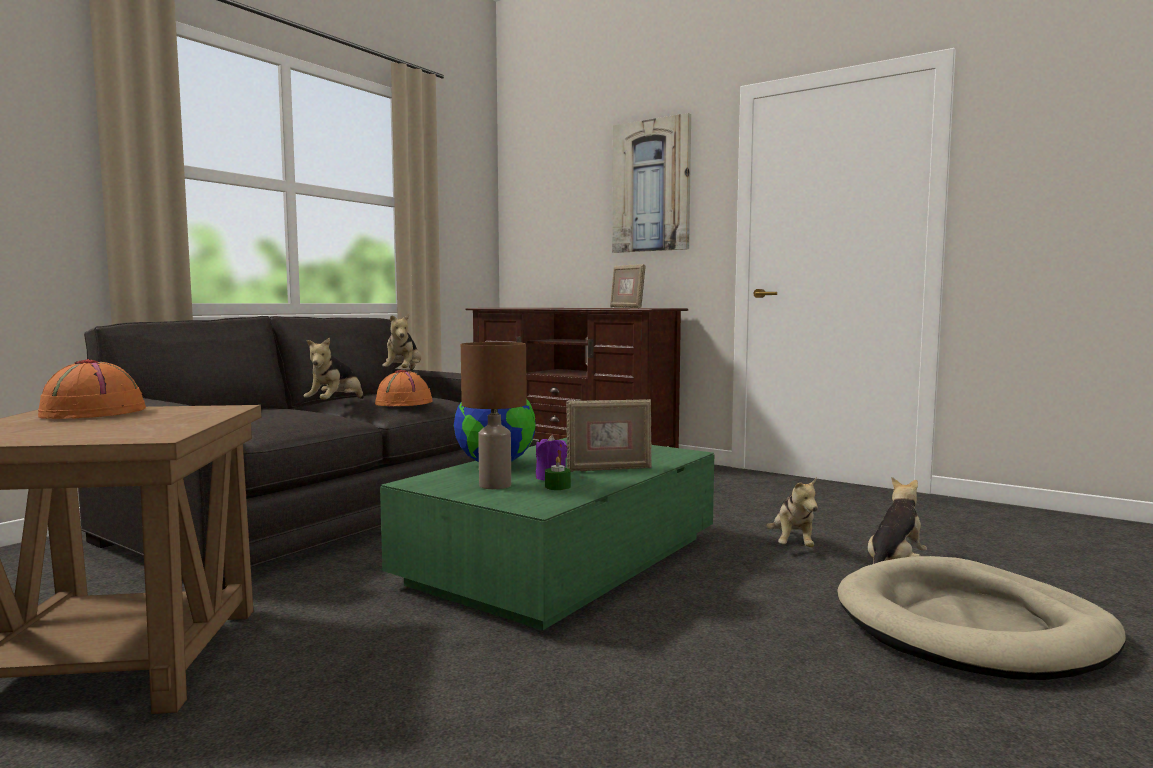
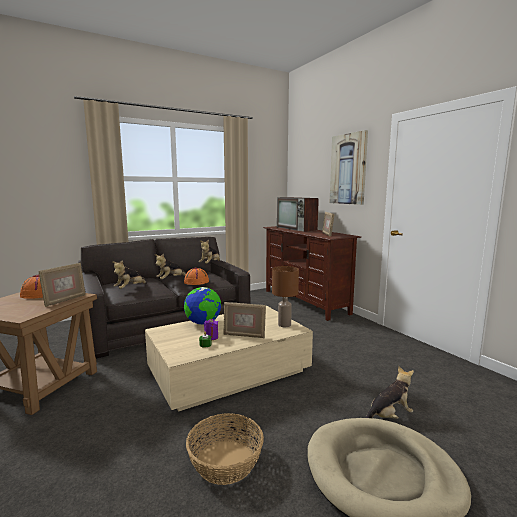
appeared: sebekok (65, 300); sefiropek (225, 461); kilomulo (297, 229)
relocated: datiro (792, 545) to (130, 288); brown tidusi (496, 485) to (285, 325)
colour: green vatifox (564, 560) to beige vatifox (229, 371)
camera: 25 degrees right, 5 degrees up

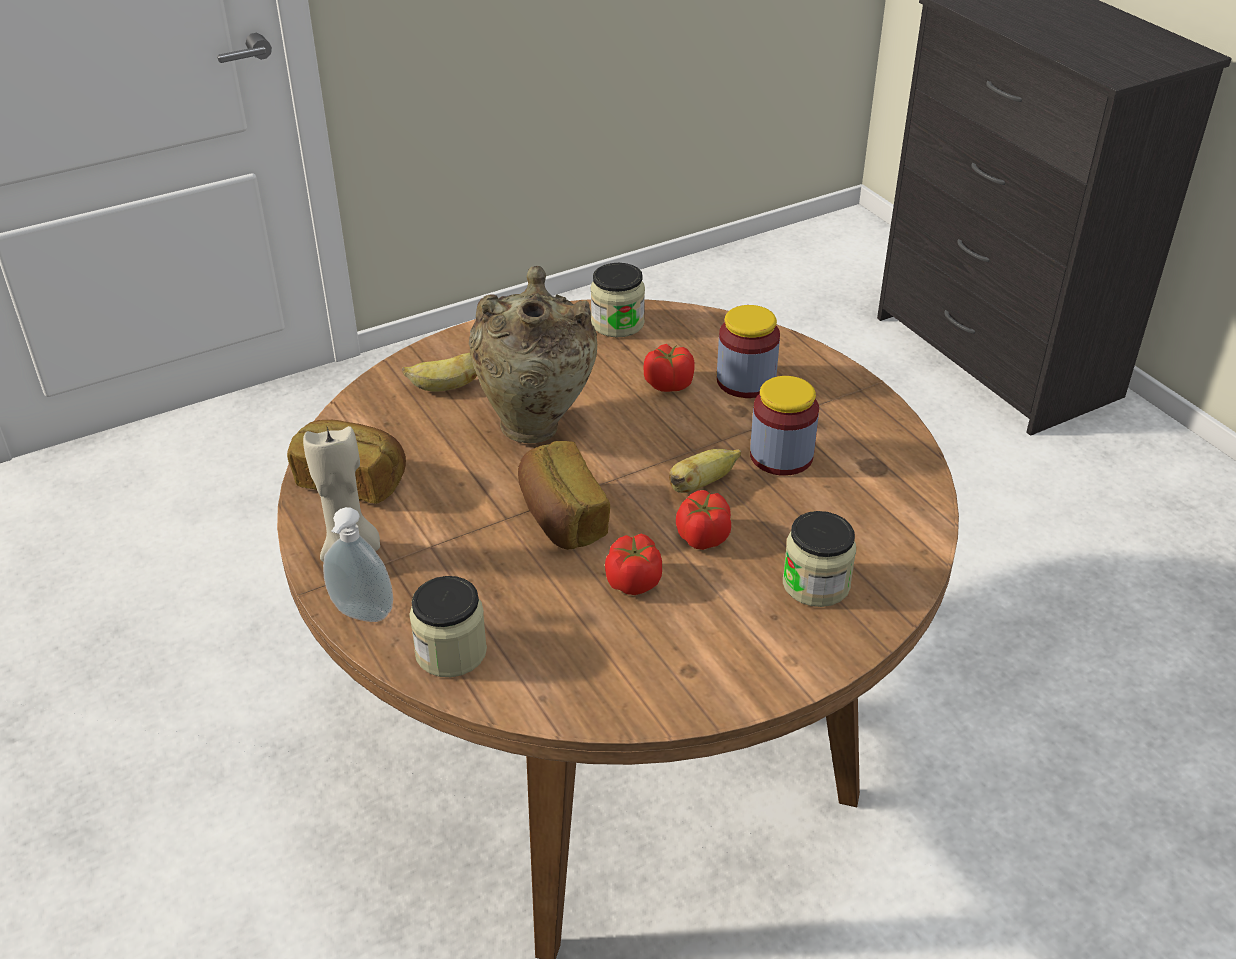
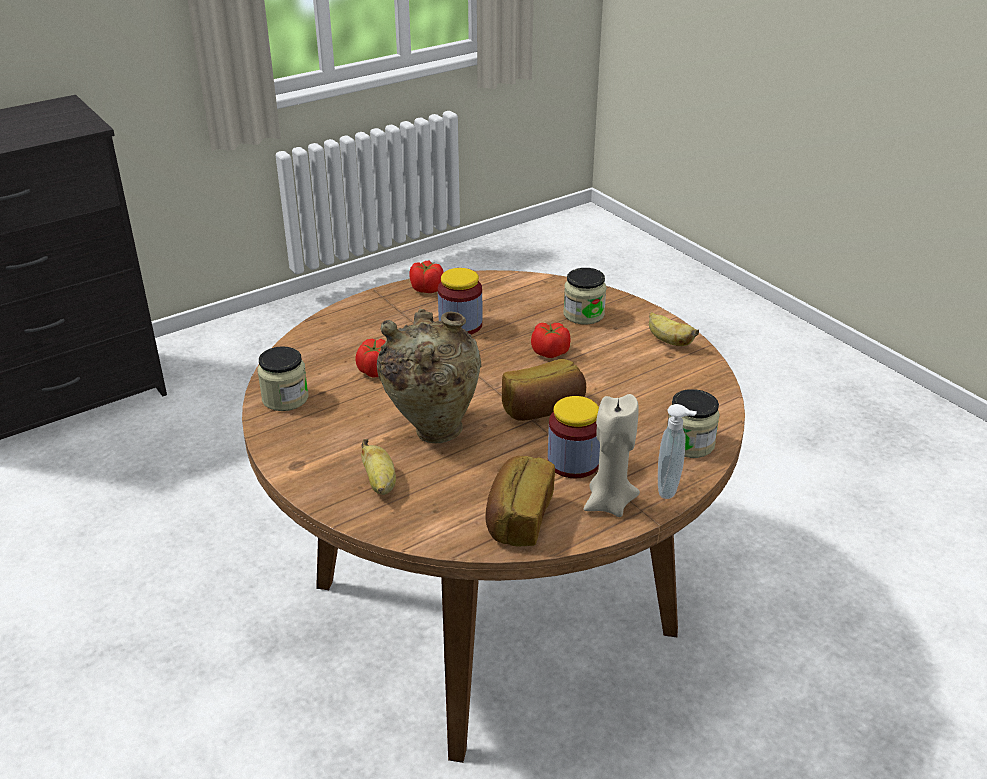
relocated: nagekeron (634, 581) to (427, 289); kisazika (746, 381) to (573, 462); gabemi (701, 484) to (668, 341)
camera: 95 degrees left, 5 degrees down

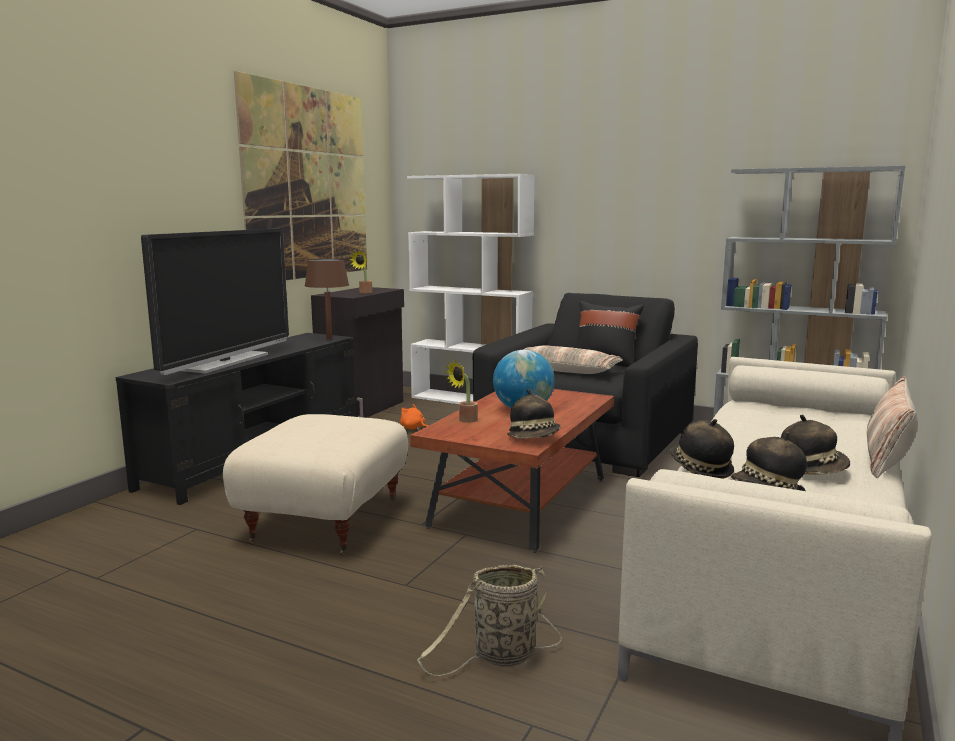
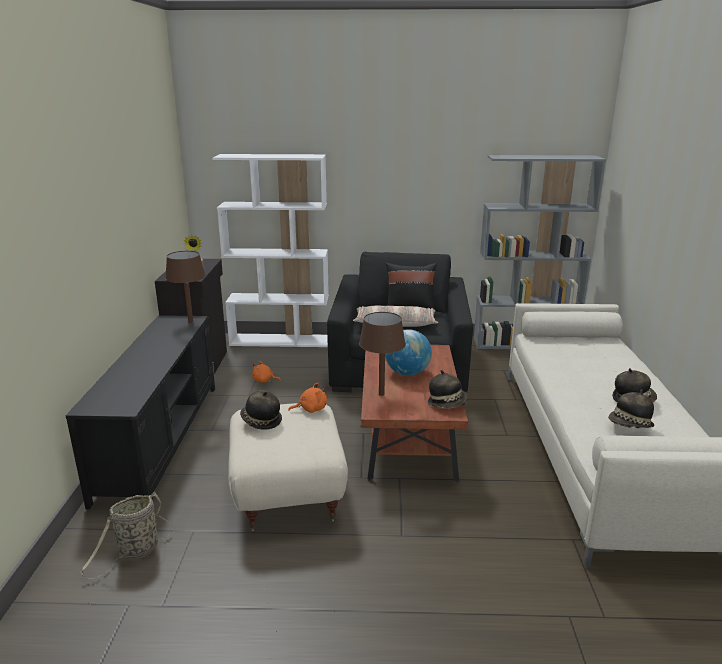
missing: kilomulo (225, 362); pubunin (308, 184); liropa (887, 455)
appeared: orange datiro (311, 409)
relocated: sefiropek (500, 657) to (136, 552); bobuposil (699, 469) to (260, 421)
exchanged: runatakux (465, 420) to brown tidusi (381, 394)
camera: 25 degrees left, 10 degrees up

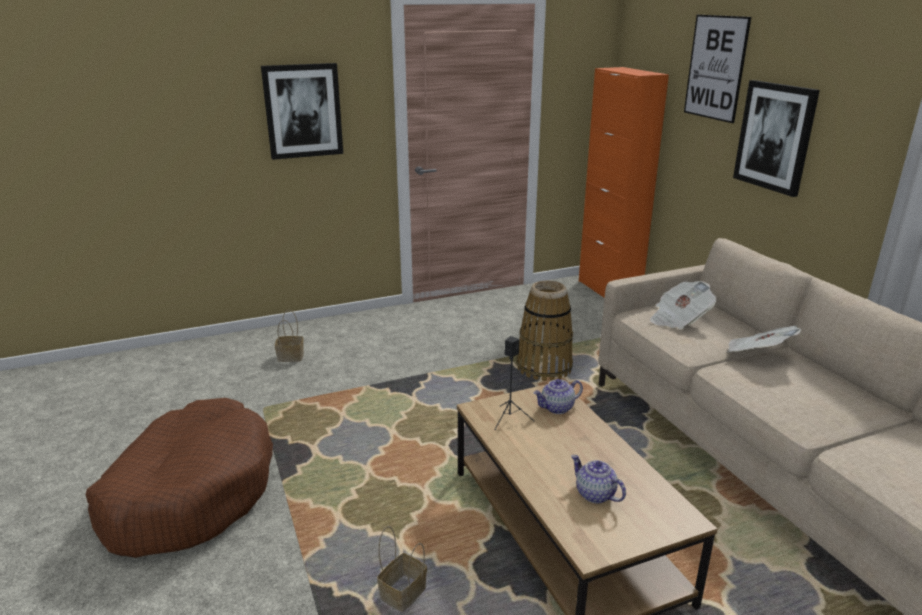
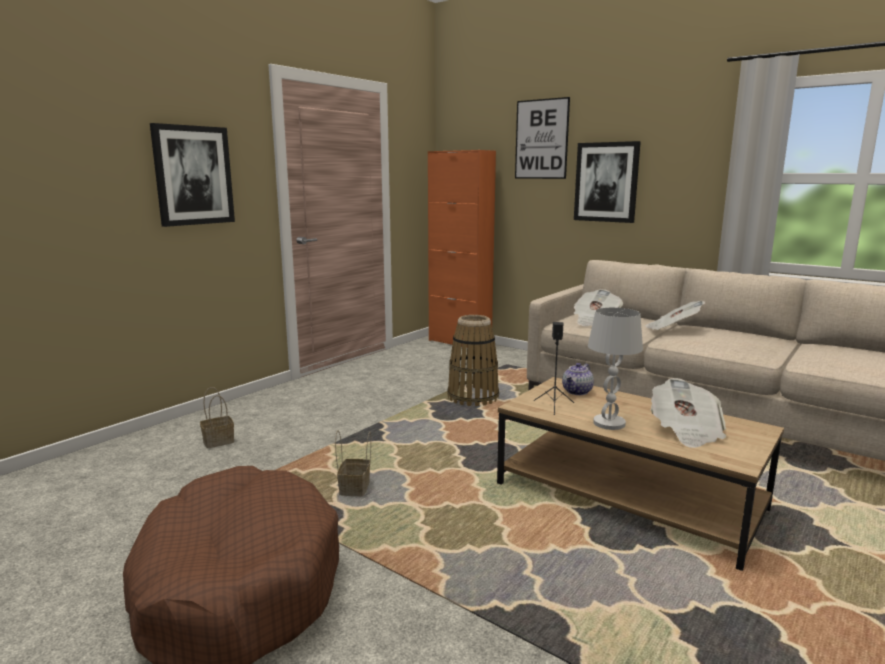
appeared: white tidusi (609, 423)
relocated: sefiropek (403, 595) to (355, 490)
exchanged: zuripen (594, 494) to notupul (686, 431)
camera: 30 degrees left, 10 degrees down

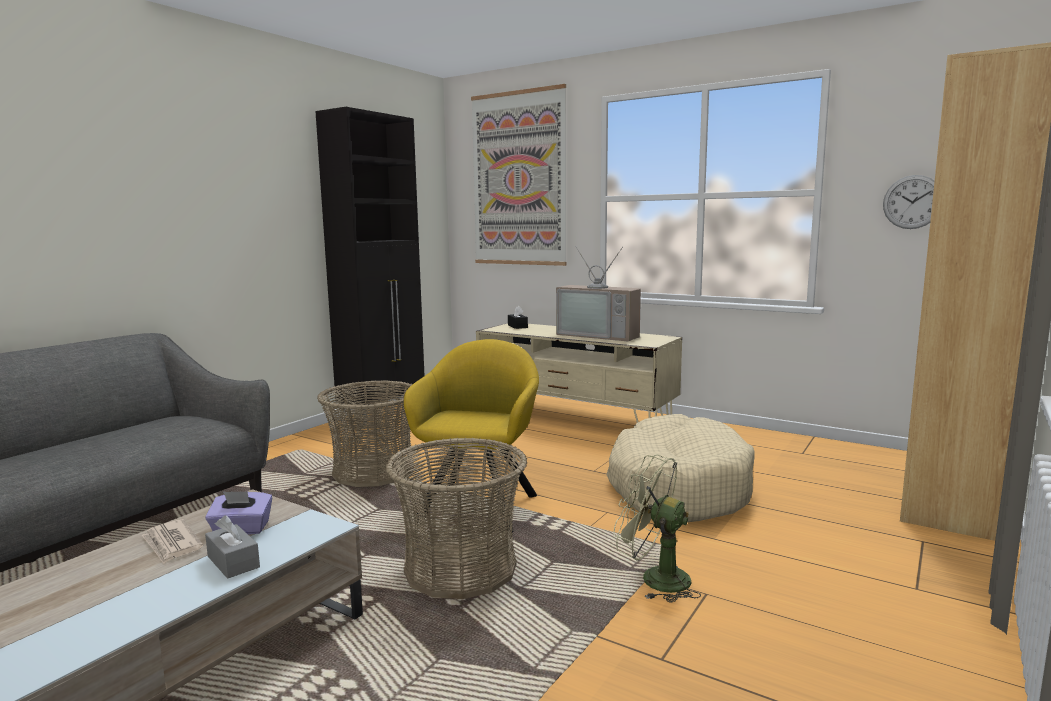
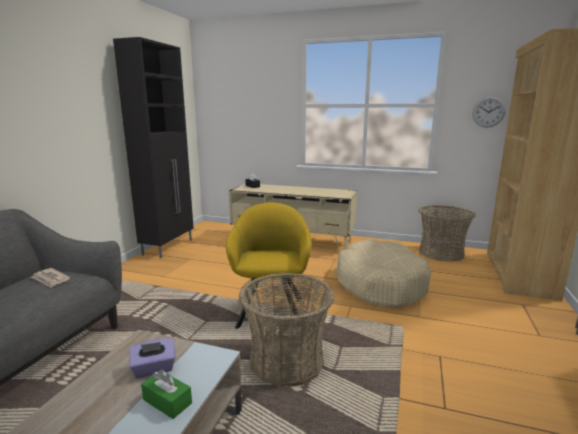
missing: pubunin (518, 179); kilomulo (600, 335); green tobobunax (654, 578)
relocated: notupul (172, 544) to (50, 279); sefiropek (373, 472) to (441, 253)
colour: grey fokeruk (233, 562) to green fokeruk (167, 401)
camera: 15 degrees left, 5 degrees up

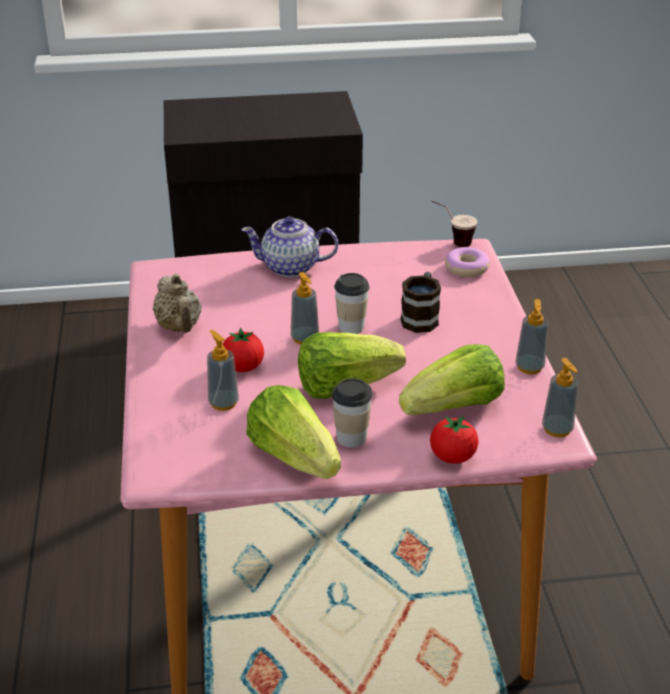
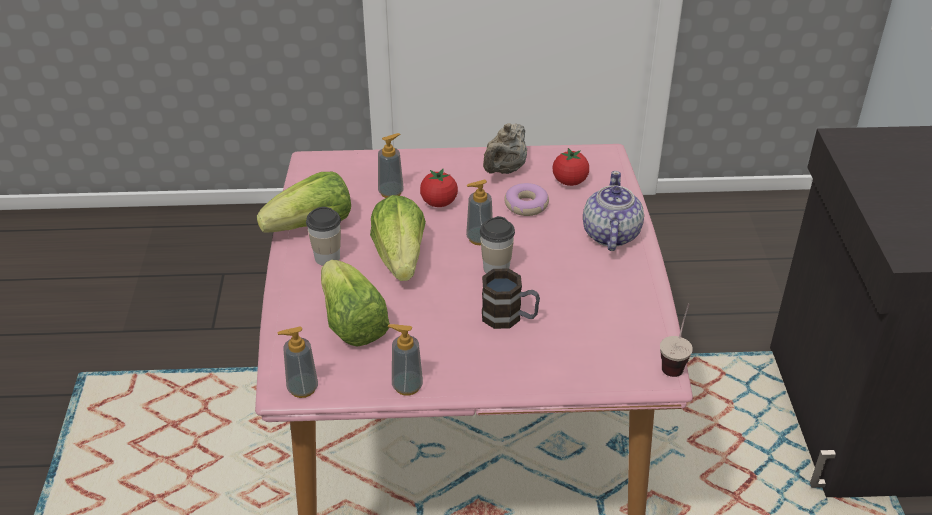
relocated: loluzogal (466, 268) to (526, 205); nagekeron (452, 457) to (569, 181)
spun: beige zuripen (179, 328) = (504, 170) 45 degrees counterclockwise
camera: 95 degrees right, 5 degrees up

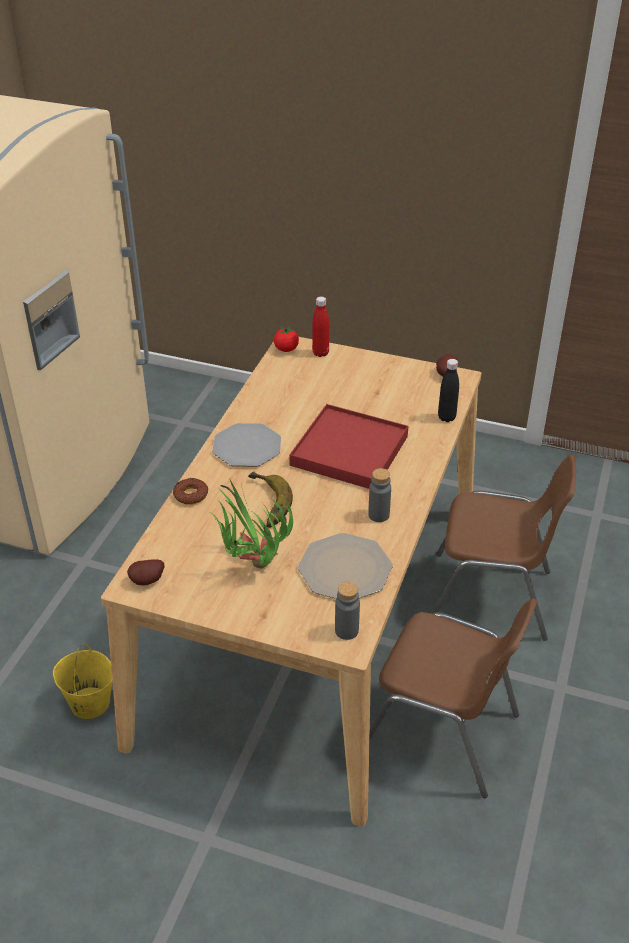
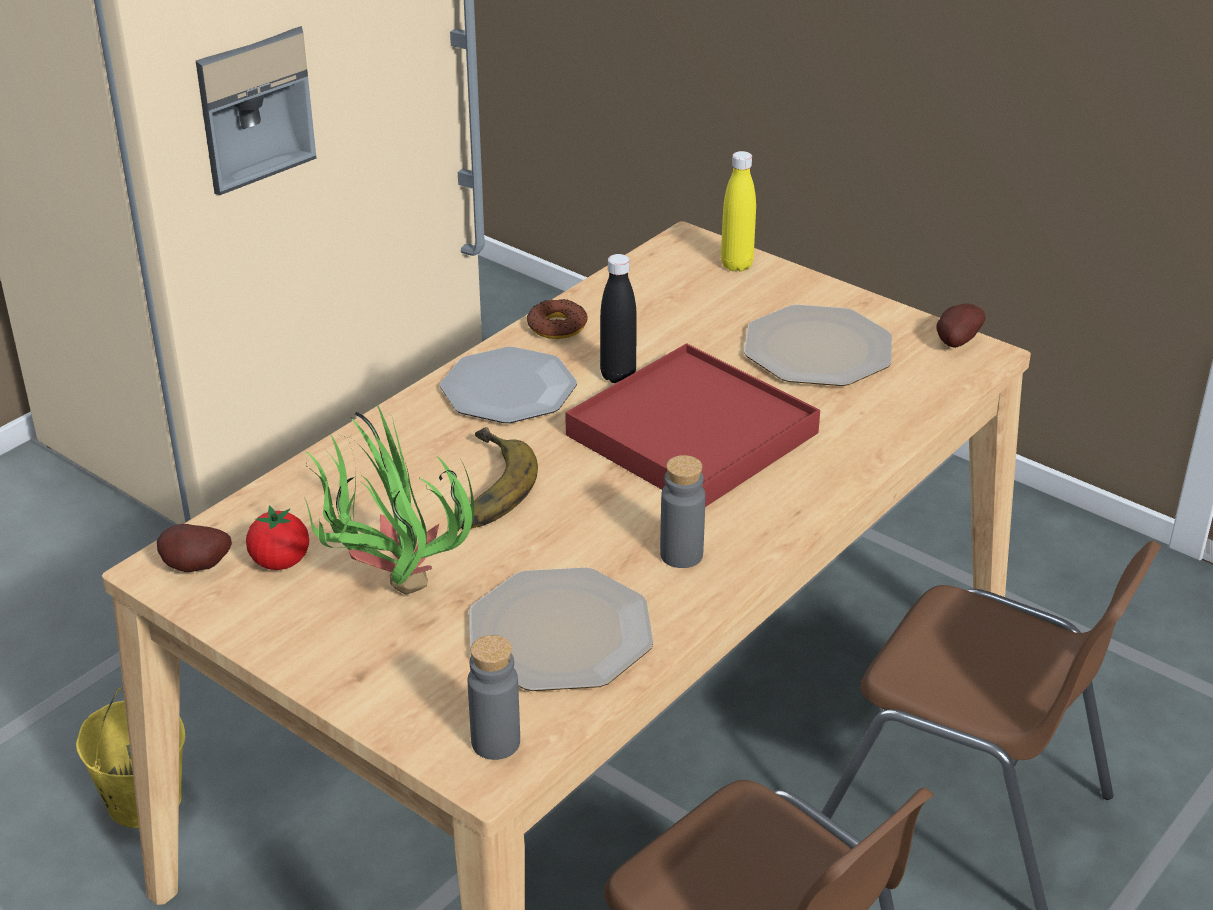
appeared: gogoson (819, 350)
relocated: nagekeron (286, 349) to (280, 562); loluzogal (190, 495) to (557, 326); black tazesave (446, 417) to (618, 375)
colour: red tazesave (320, 353) to yellow tazesave (736, 265)
camera: 20 degrees right, 5 degrees down

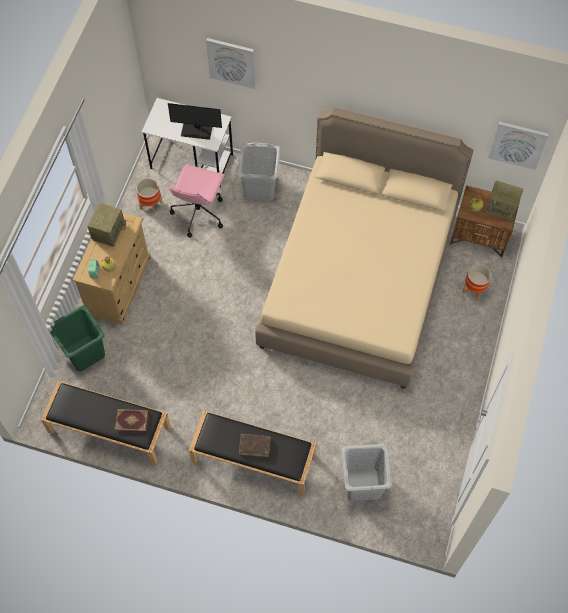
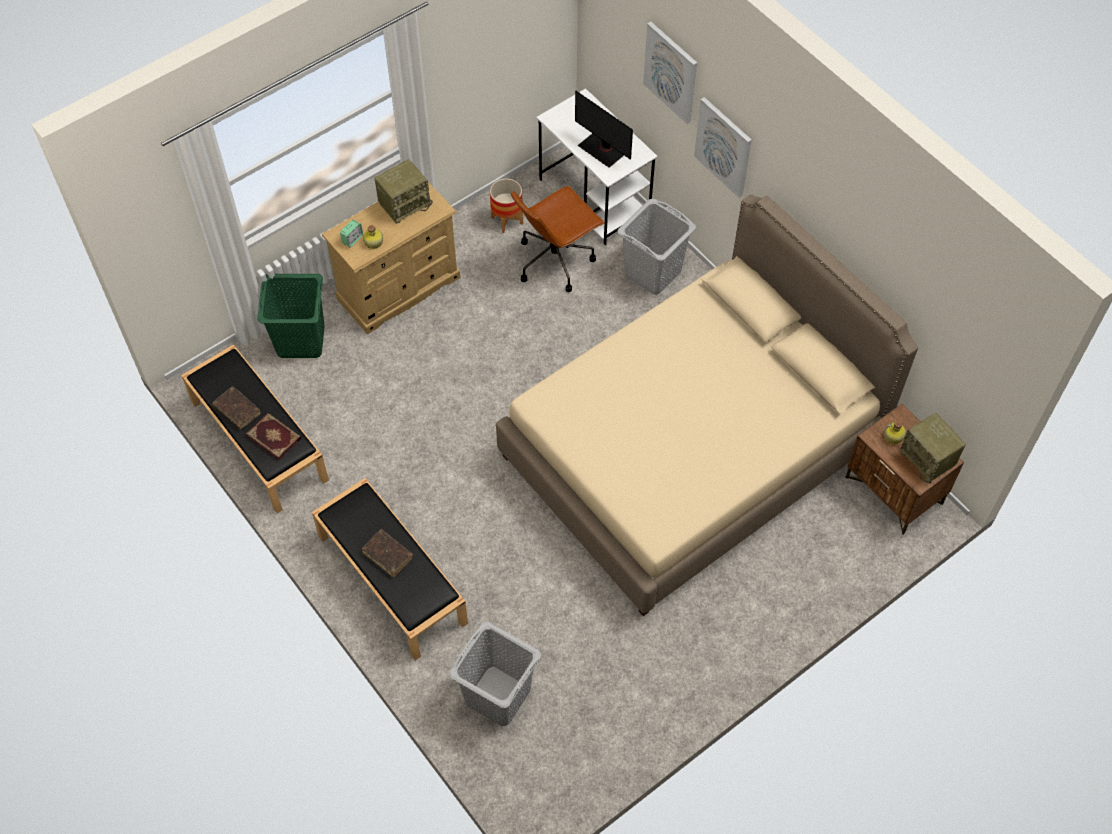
missing: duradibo (474, 290)
appeared: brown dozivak (237, 411)
relocated: pubunin (518, 144) to (723, 147)
colour: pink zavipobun (198, 213) to brown zavipobun (555, 260)
camera: 35 degrees right, 5 degrees down

